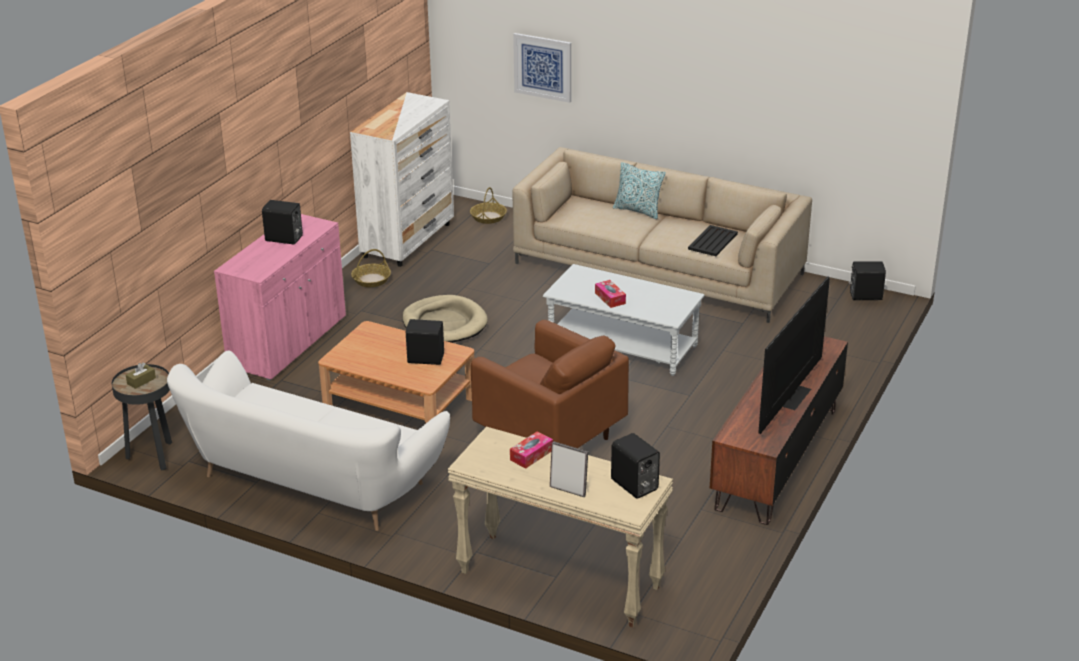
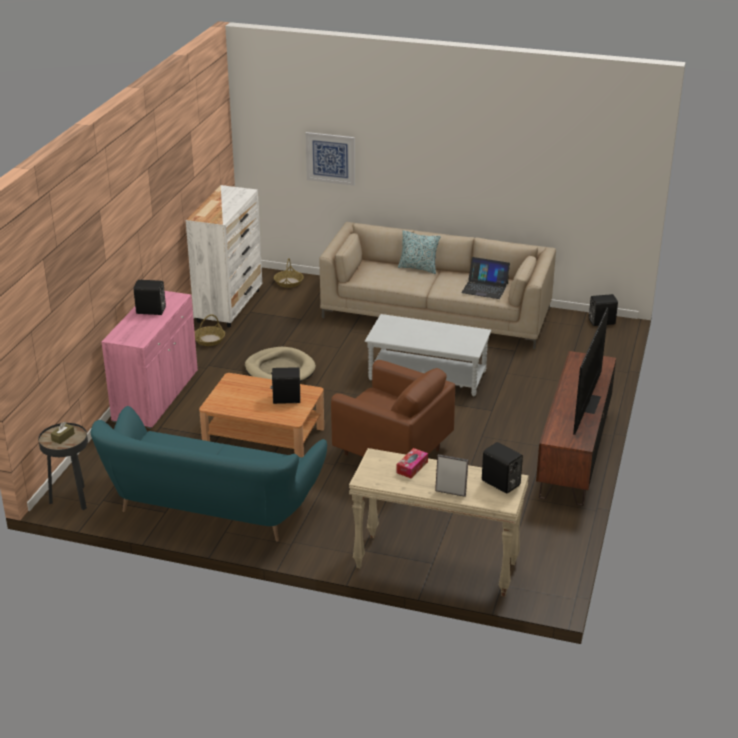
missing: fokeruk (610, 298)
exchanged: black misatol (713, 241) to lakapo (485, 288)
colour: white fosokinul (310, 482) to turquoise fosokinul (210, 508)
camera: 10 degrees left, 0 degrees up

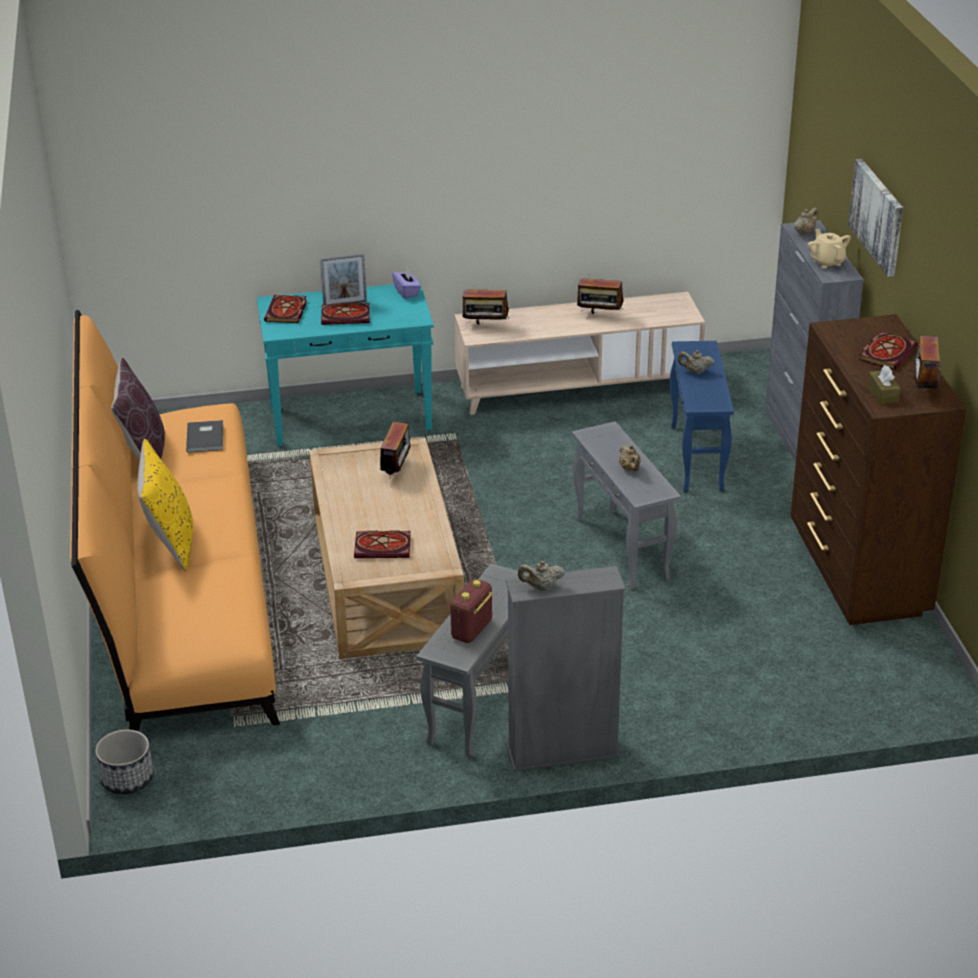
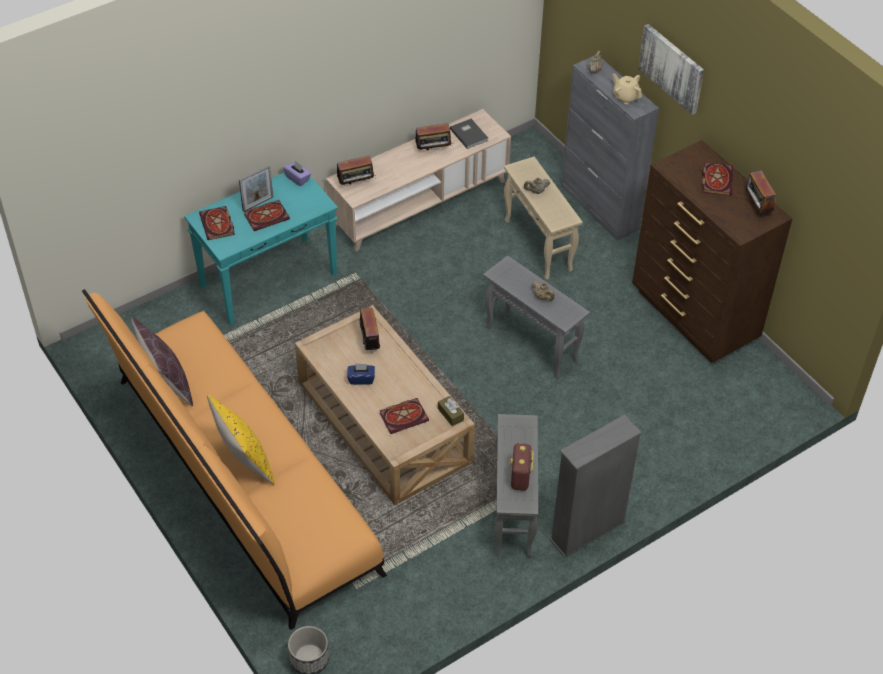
missing: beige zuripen (541, 587)
appeared: blue fokeruk (361, 379)
relocated: brown fokeruk (883, 393) to (450, 414); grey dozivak (206, 437) to (469, 134)
colour: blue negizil (696, 458) to beige negizil (538, 245)
camera: 25 degrees left, 15 degrees up

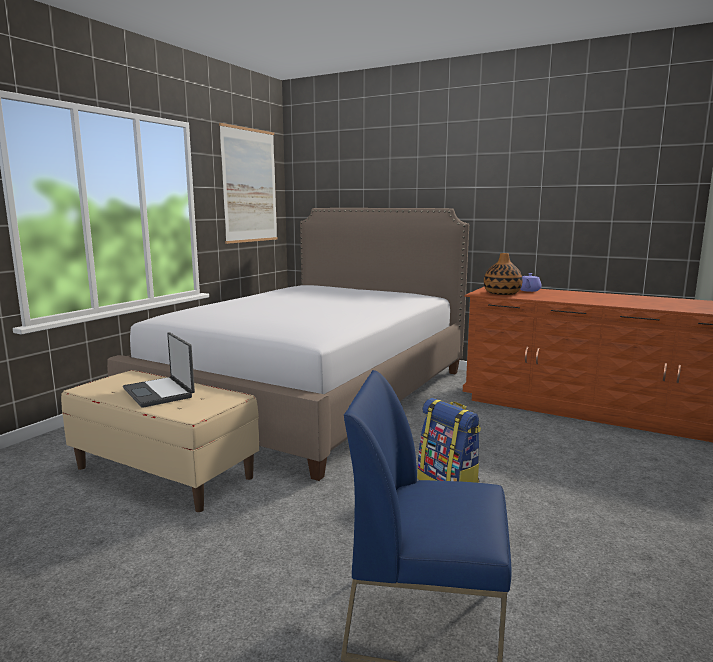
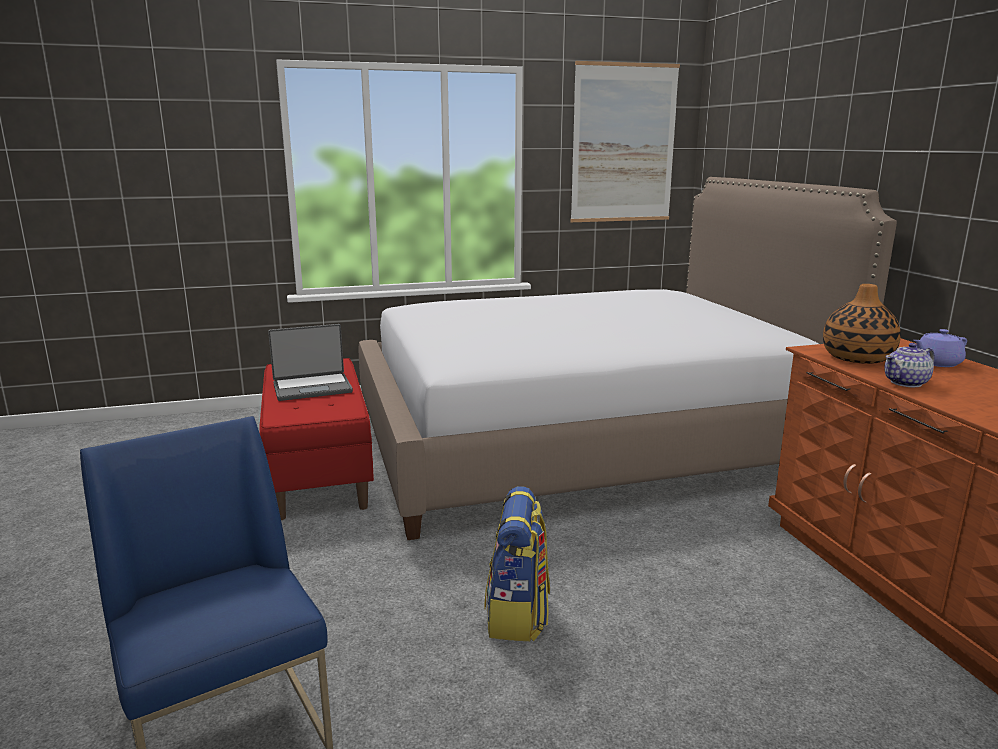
appeared: zuripen (906, 383)
colour: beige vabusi (164, 472) to red vabusi (319, 472)
spun: lakapo (160, 393) = (312, 388) 120 degrees counterclockwise
camera: 45 degrees right, 5 degrees up

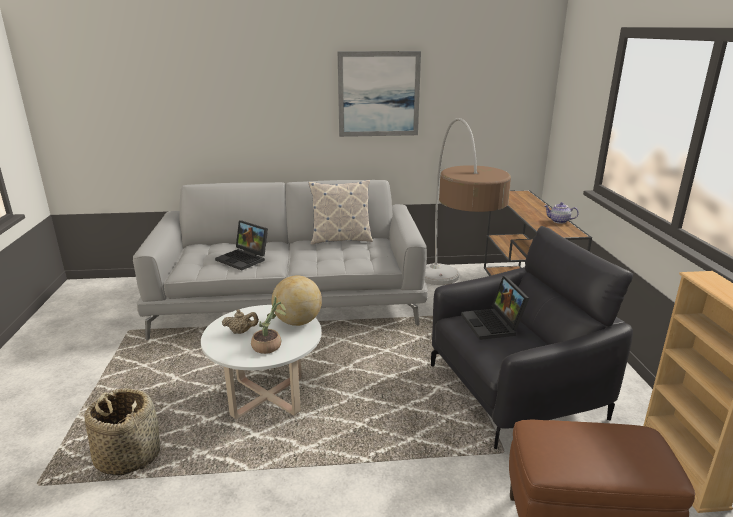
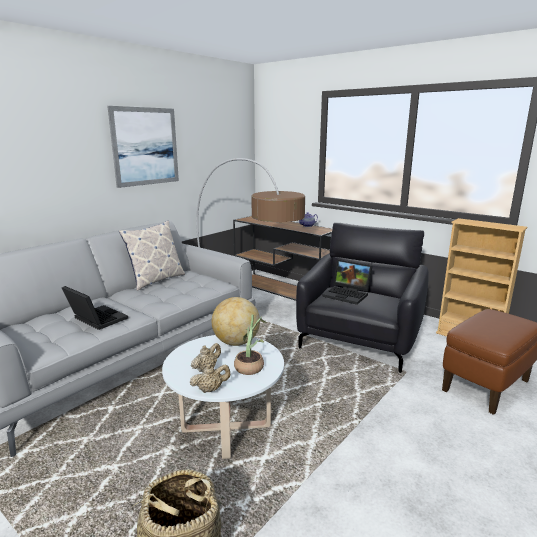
appeared: beige zuripen (210, 389)
spun: lakapo (244, 259) = (95, 319) 135 degrees counterclockwise
camera: 45 degrees left, 5 degrees down

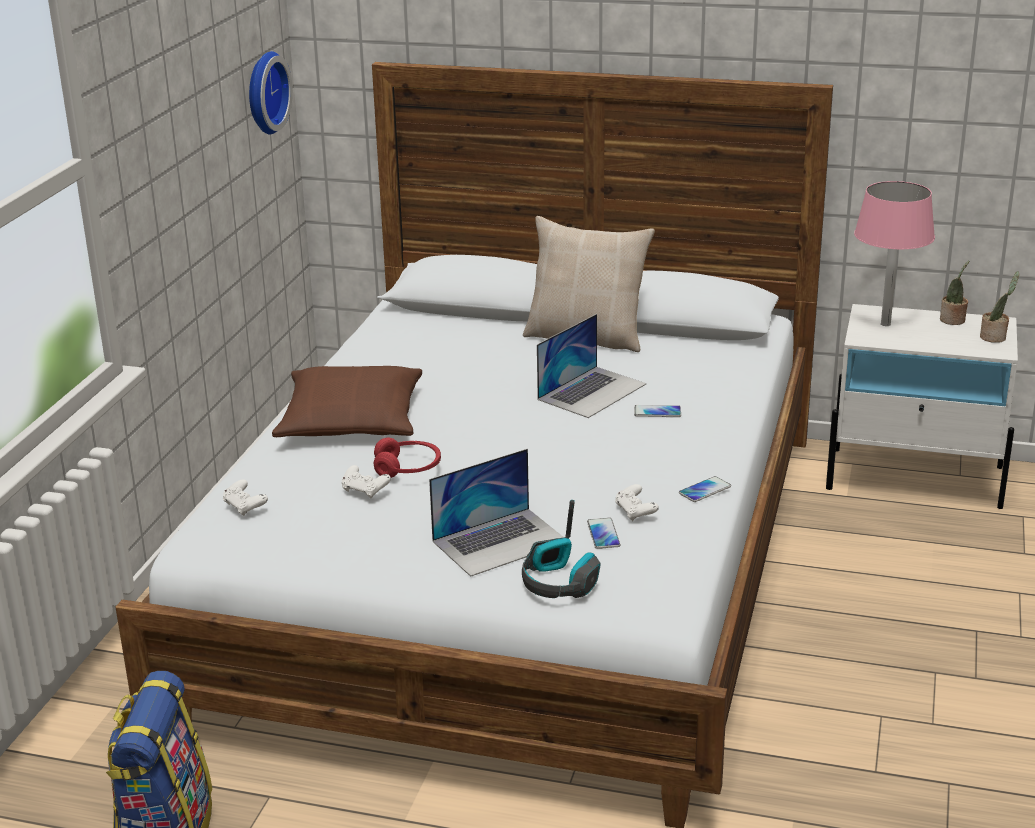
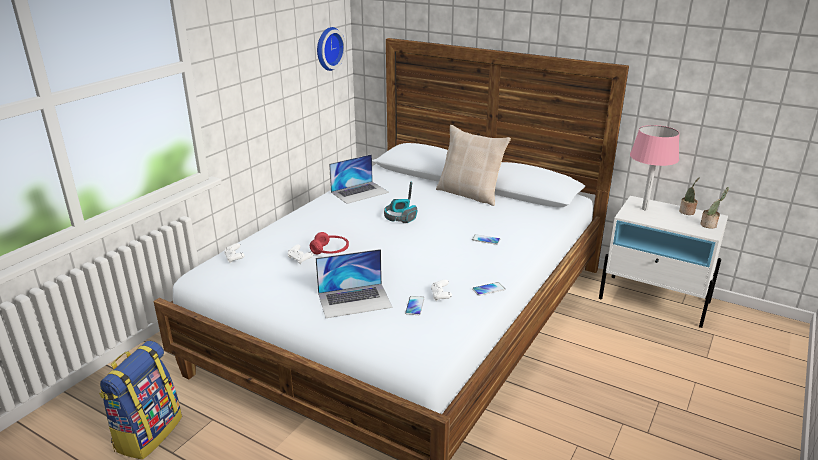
missing: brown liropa (351, 421)
relocated: lakapo (592, 391) to (360, 192); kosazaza (559, 582) to (400, 217)
camera: 15 degrees right, 0 degrees up

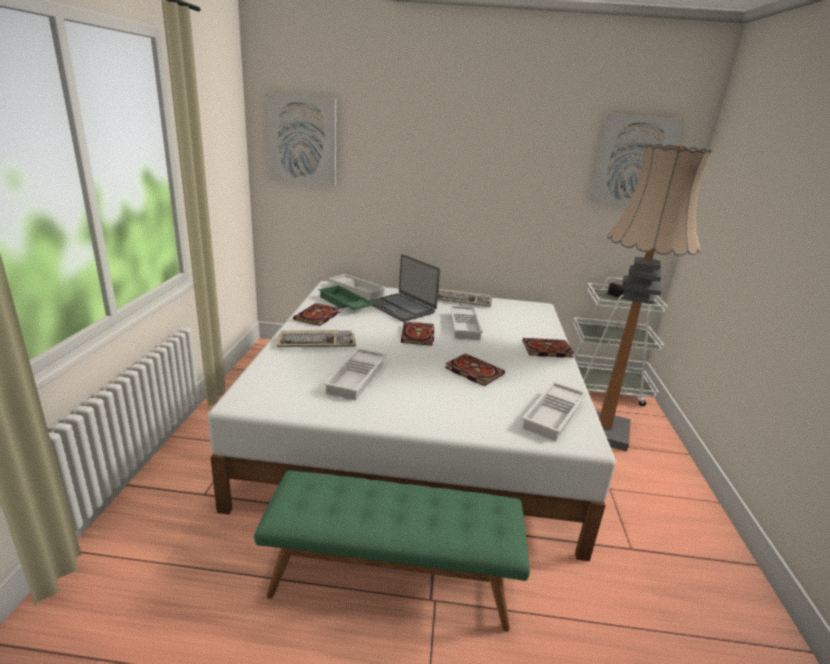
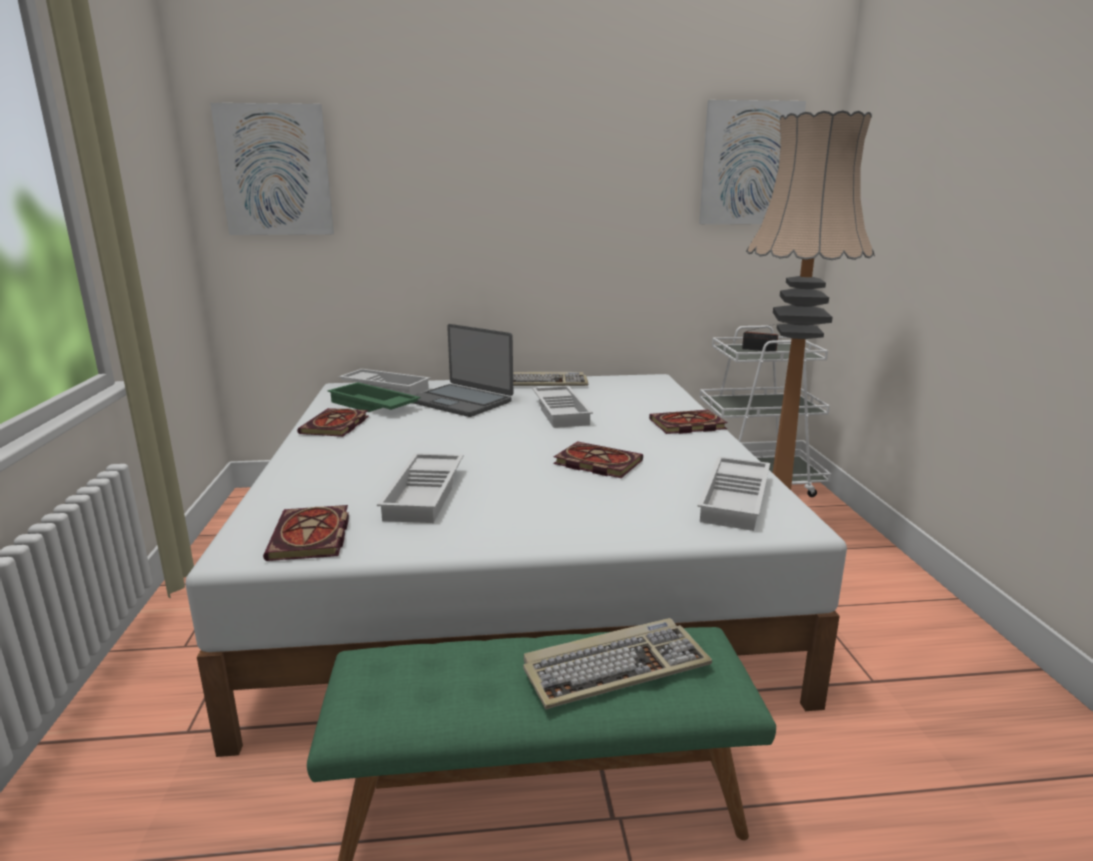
relocated: dozivak (418, 336) to (311, 537); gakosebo (317, 342) to (615, 666)
camera: 10 degrees left, 5 degrees down

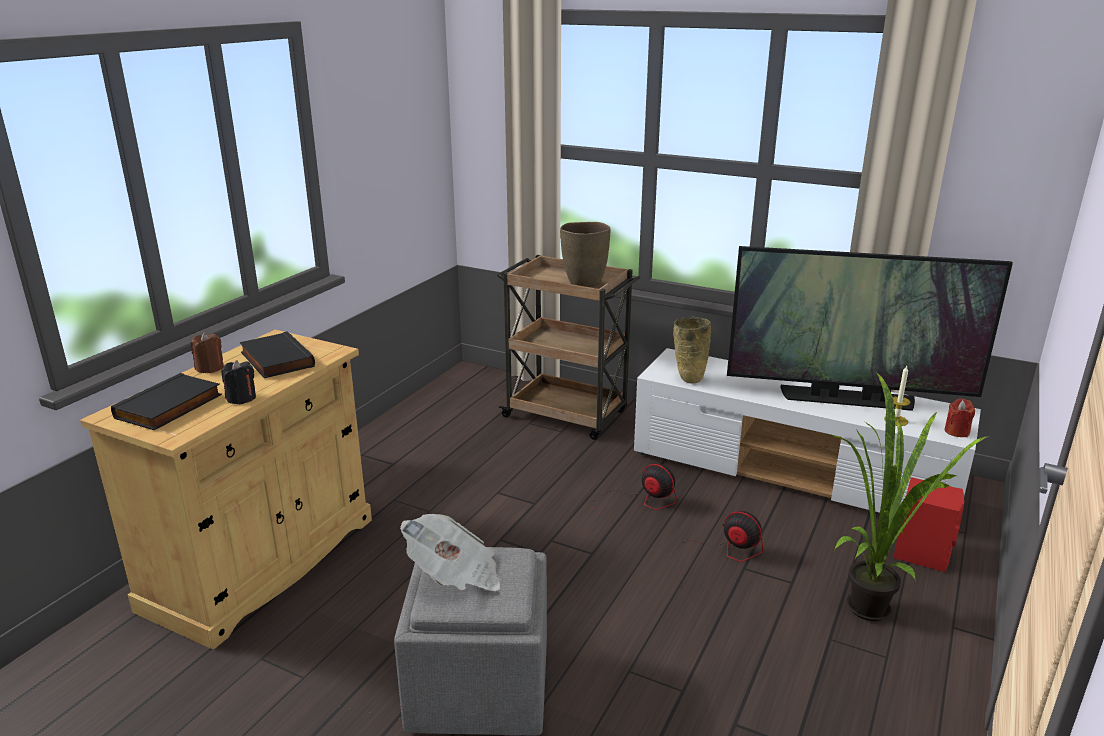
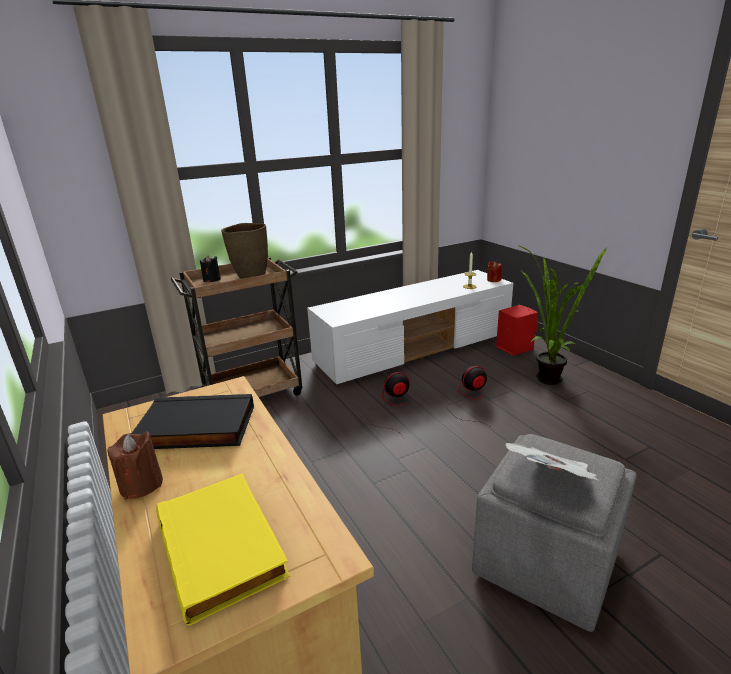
missing: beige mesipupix (689, 378); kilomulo (847, 399)
relocated: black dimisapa (241, 398) to (212, 280)
colour: black dozivak (170, 407) to yellow dozivak (224, 546)
camera: 55 degrees left, 0 degrees up

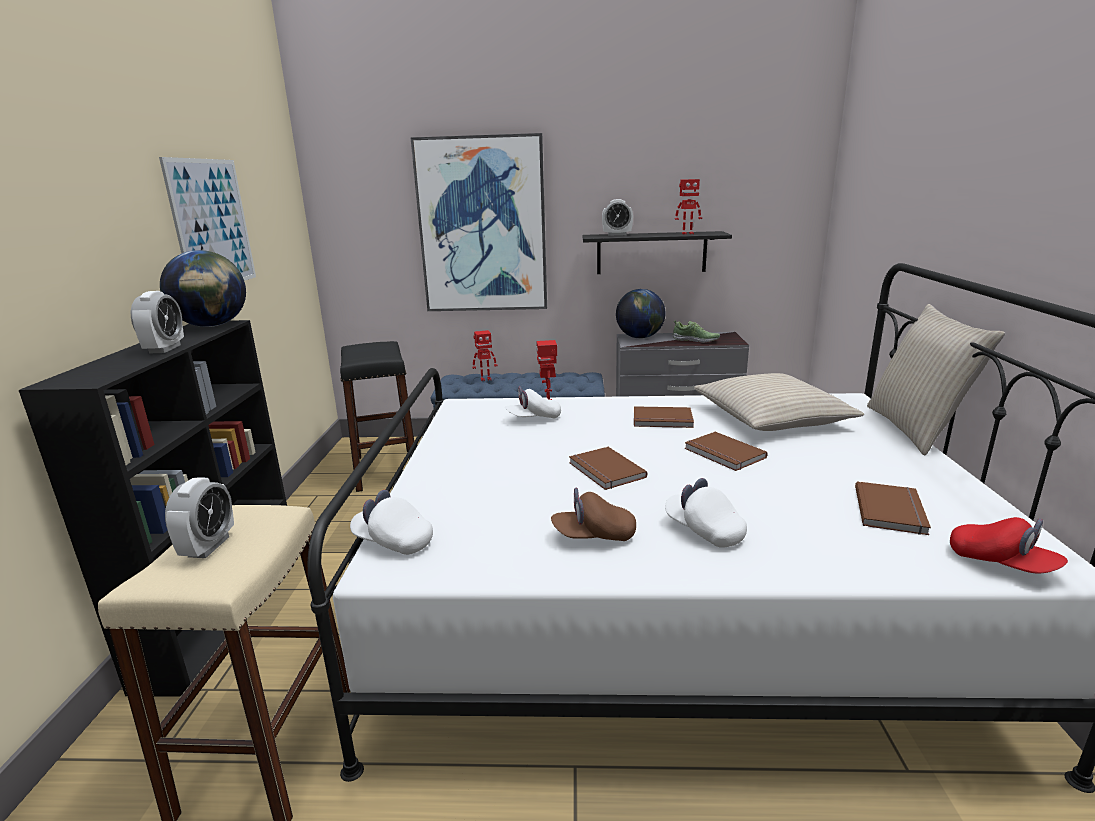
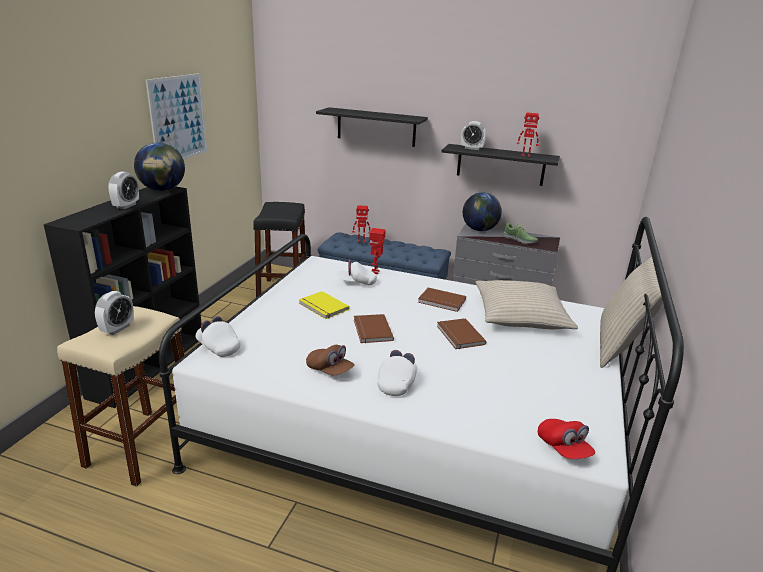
missing: brown dozivak (892, 510)
appeared: yellow dozivak (322, 307)
exchanged: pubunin (483, 226) to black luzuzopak (376, 127)
spun: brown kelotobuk (594, 536) = (330, 370) 150 degrees counterclockwise; white kelotobuk (704, 530) = (397, 383) 45 degrees clockwise
camera: 15 degrees right, 5 degrees up

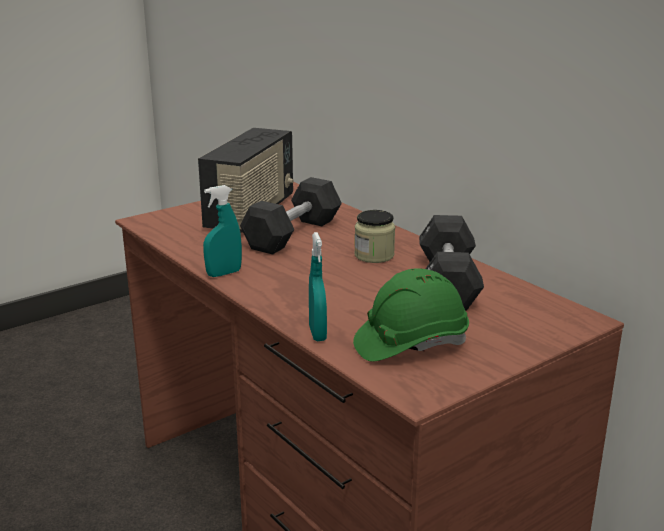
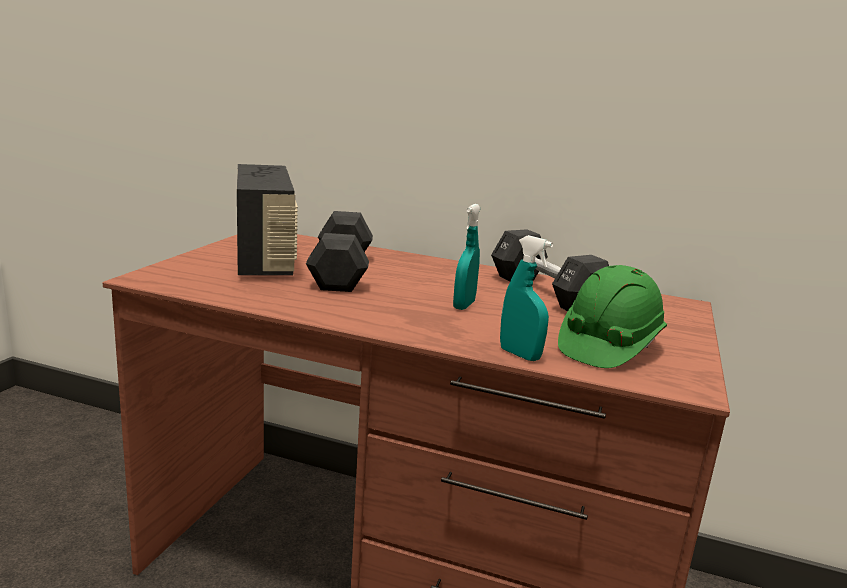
missing: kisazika (374, 255)
relocated: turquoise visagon (224, 273) to (464, 305)
camera: 35 degrees left, 5 degrees down

